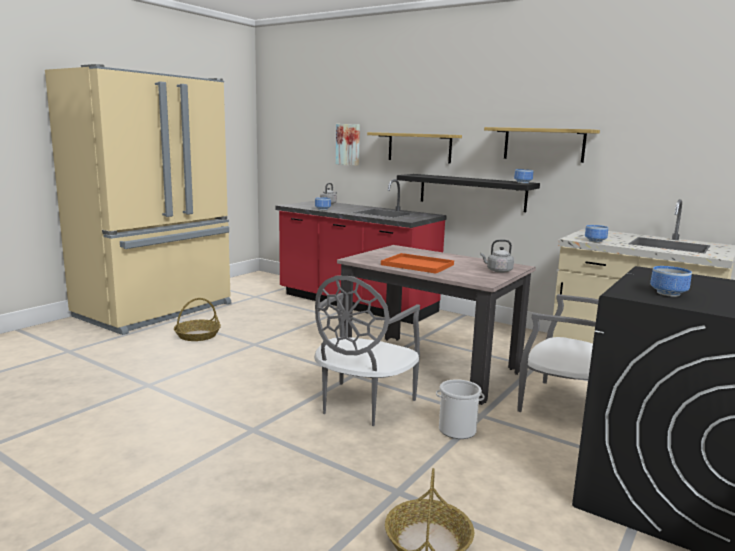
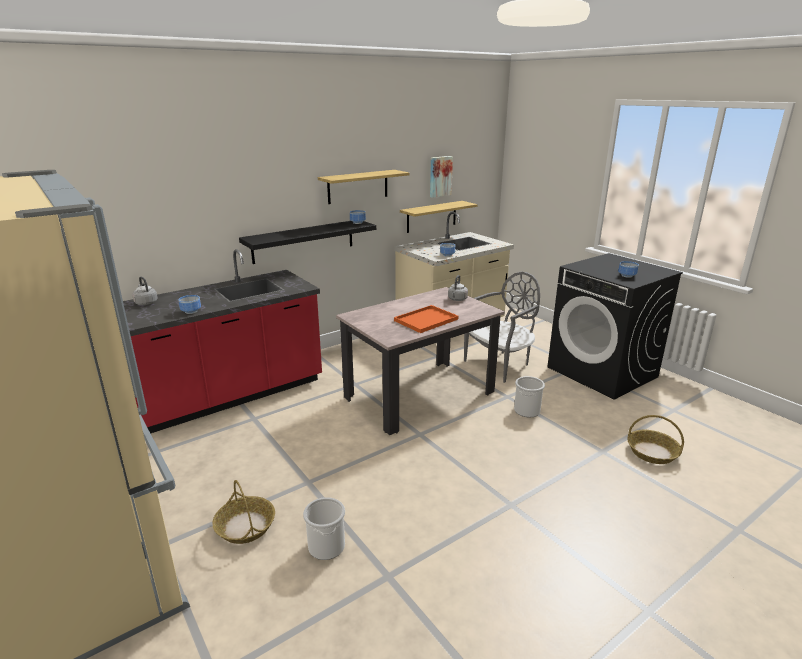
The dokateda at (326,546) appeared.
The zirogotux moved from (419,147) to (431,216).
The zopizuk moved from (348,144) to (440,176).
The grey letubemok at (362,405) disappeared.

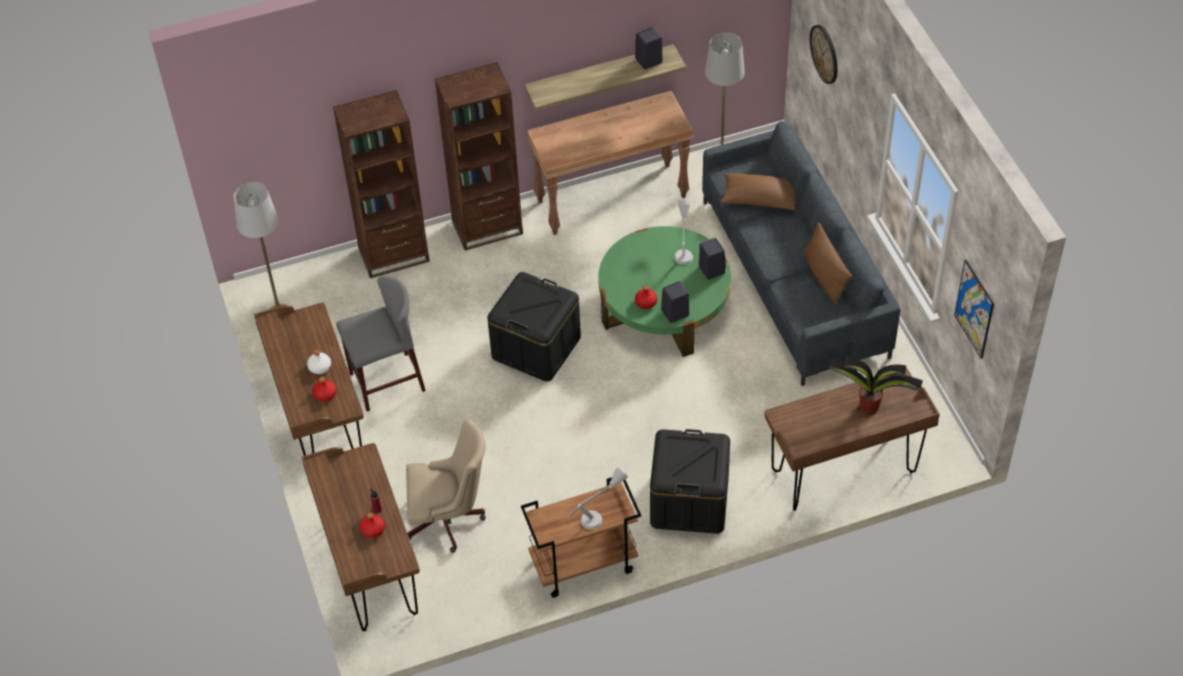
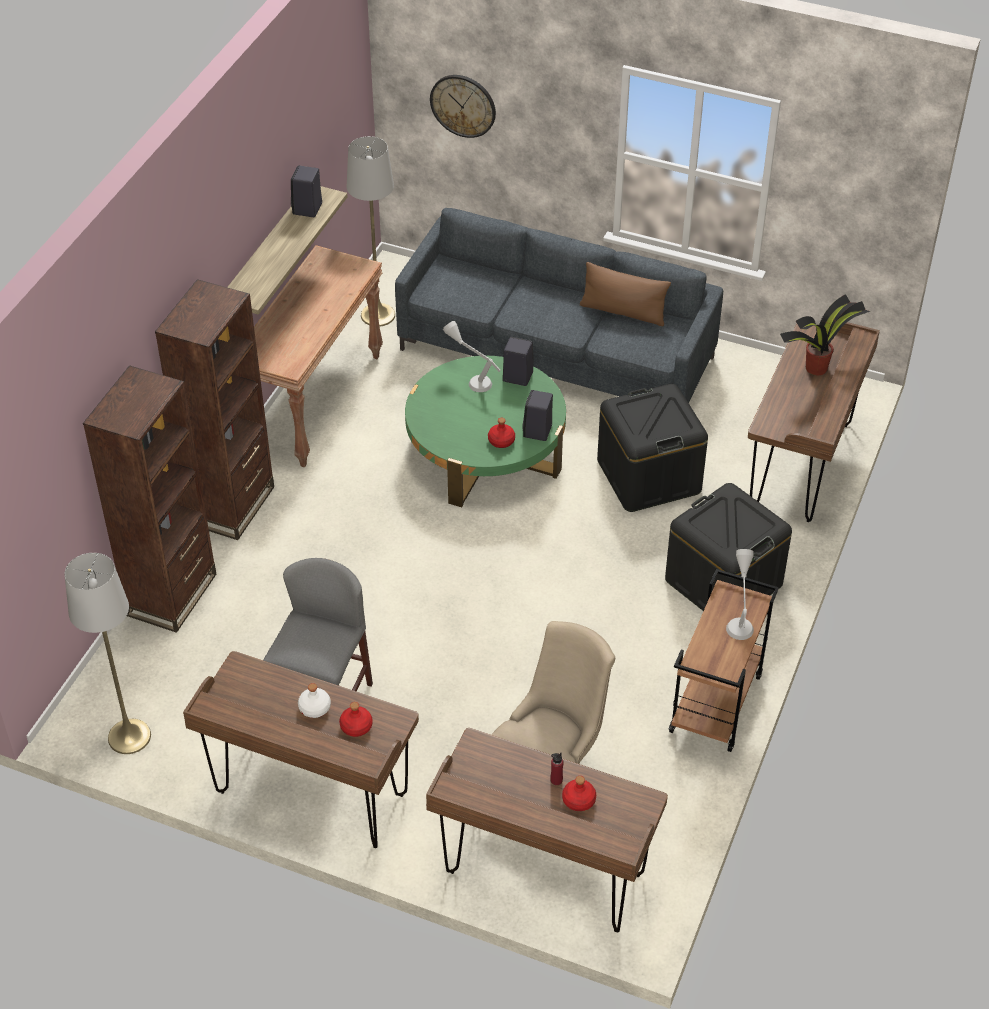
The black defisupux moved from (536,347) to (649,476).
The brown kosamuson at (759,199) disappeared.
The zopizuk at (974,309) disappeared.

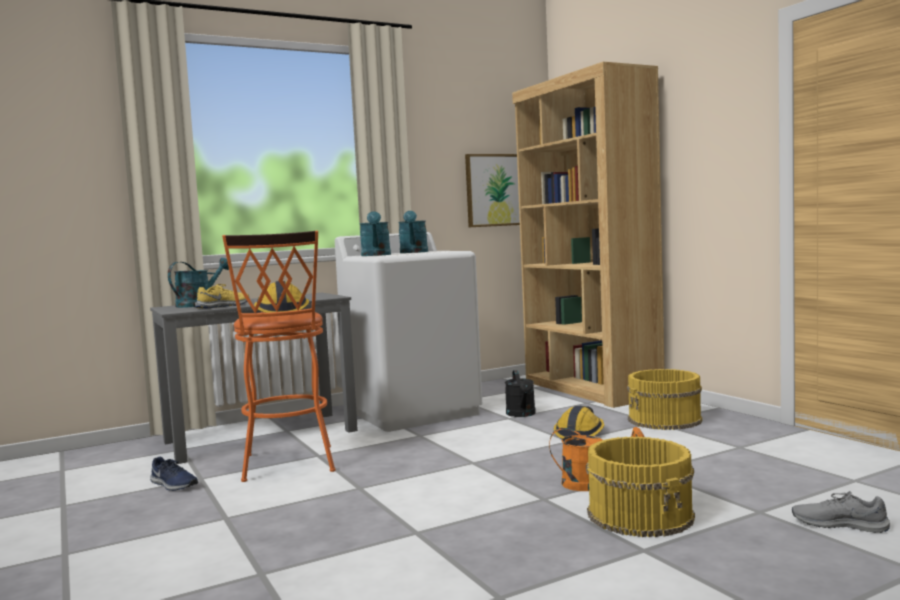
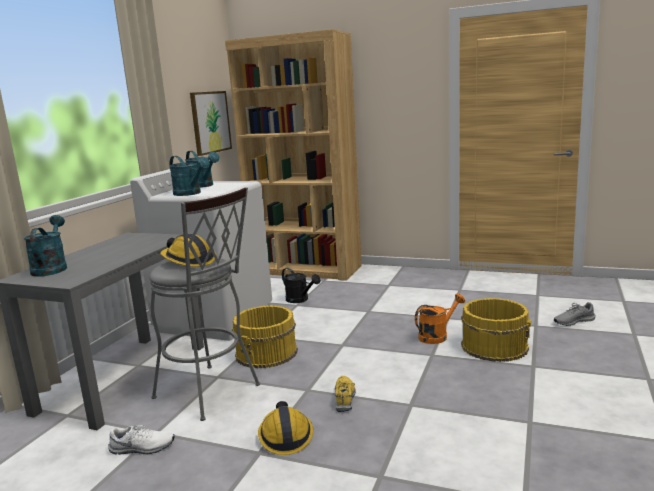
The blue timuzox at (173,485) became the white timuzox at (142,448).
The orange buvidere at (288,466) became the grey buvidere at (212,393).
The yellow dokateda moved from (665,420) to (267,353).
The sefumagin moved from (580,433) to (285,436).
The yellow timuzox moved from (224,306) to (345,397).

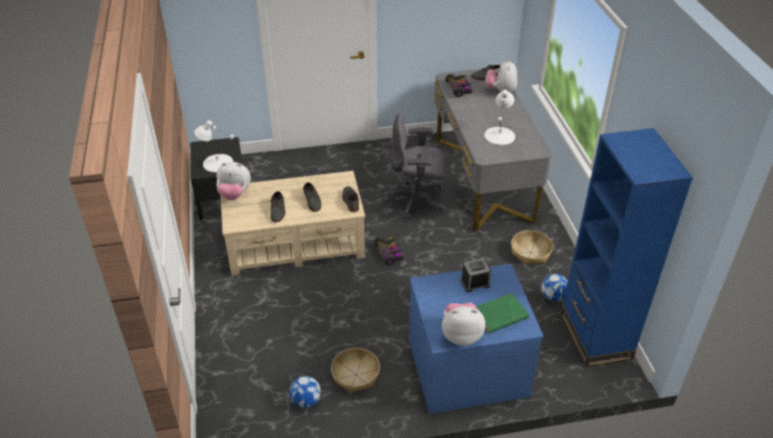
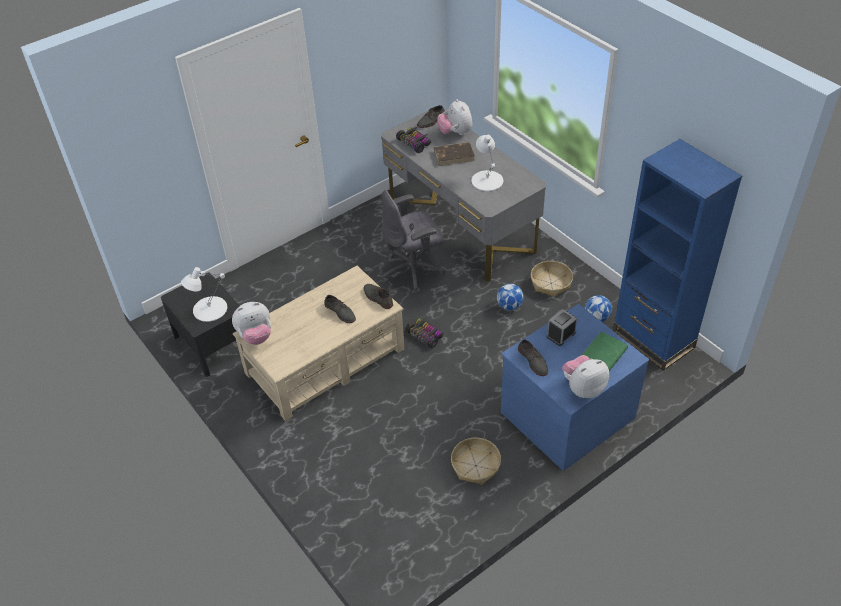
The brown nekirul at (454,155) appeared.
The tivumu moved from (306,401) to (509,306).
The grey timuzox moved from (278,210) to (533,360).

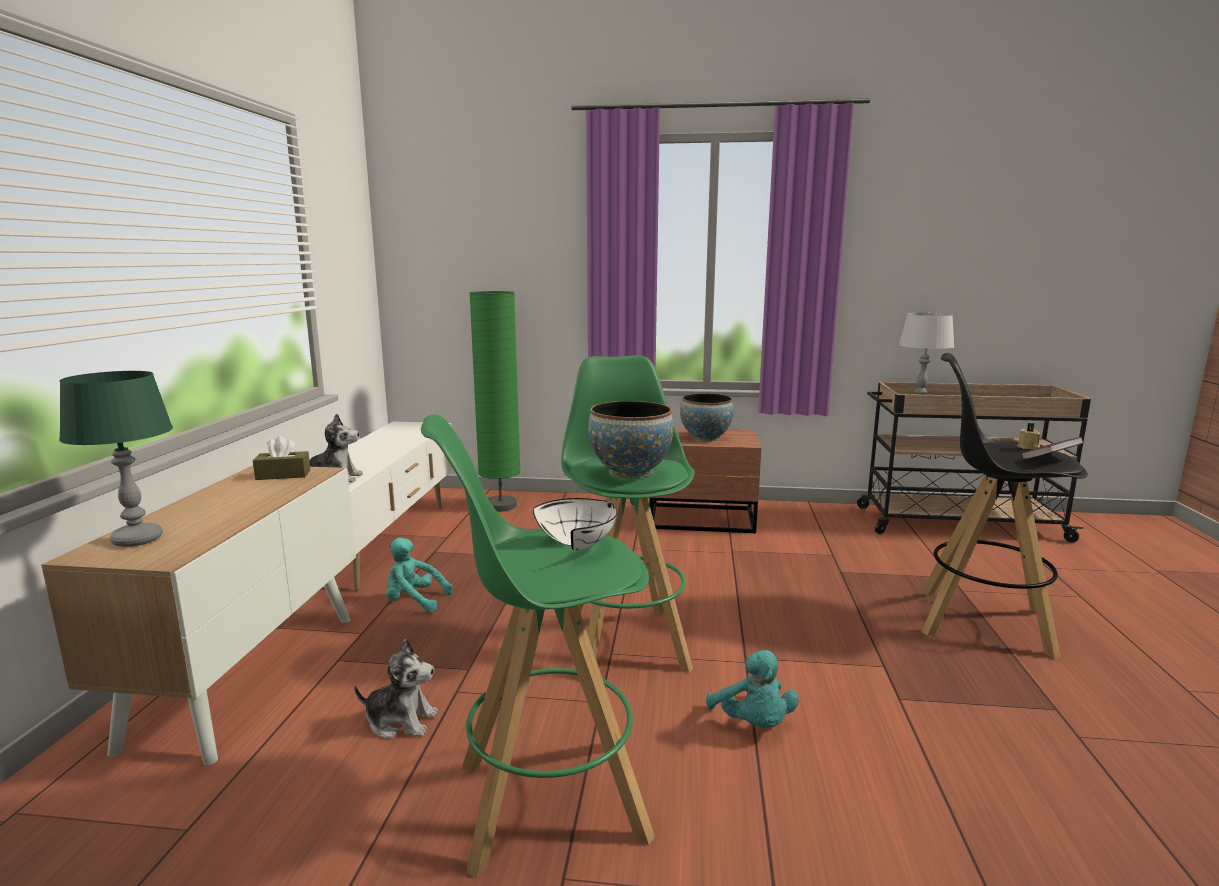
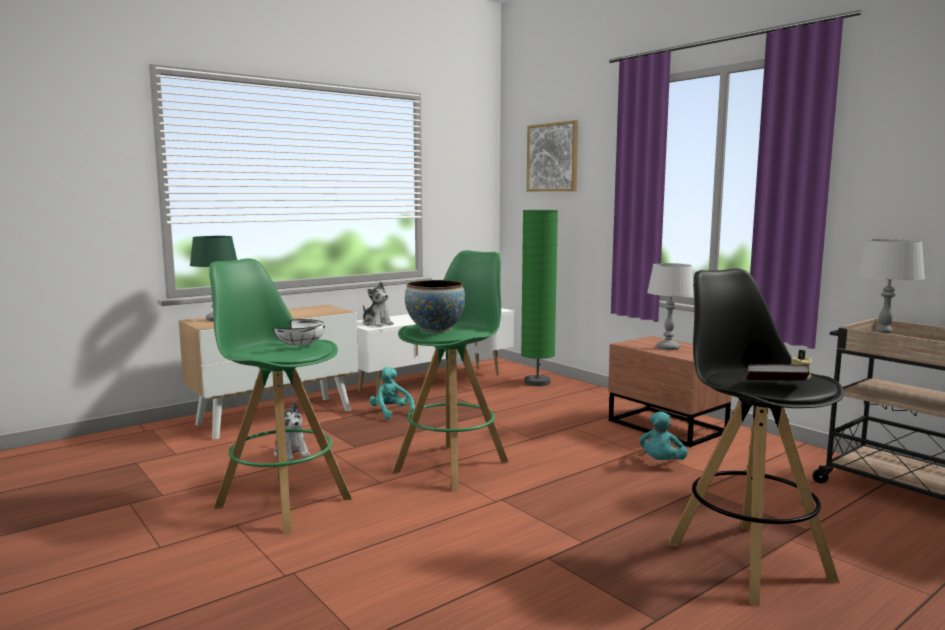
The zopizuk at (552,157) appeared.
The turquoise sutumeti moved from (753,724) to (661,463).
The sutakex at (705,438) was replaced by the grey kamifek at (668,348).
The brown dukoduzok at (283,475) disappeared.

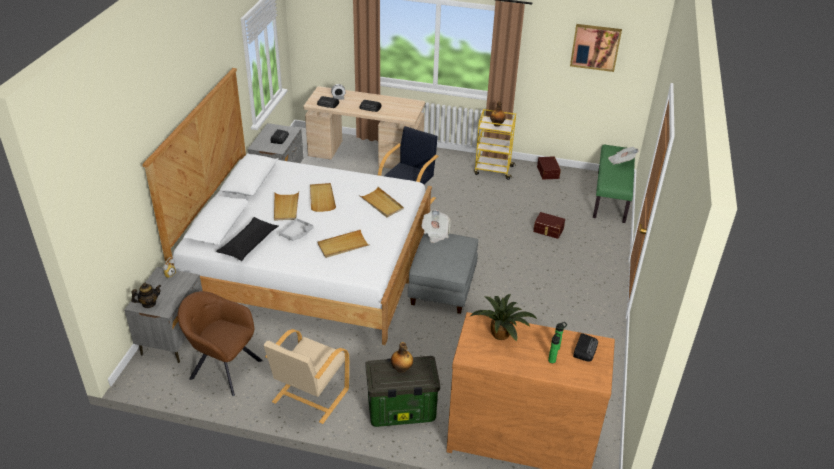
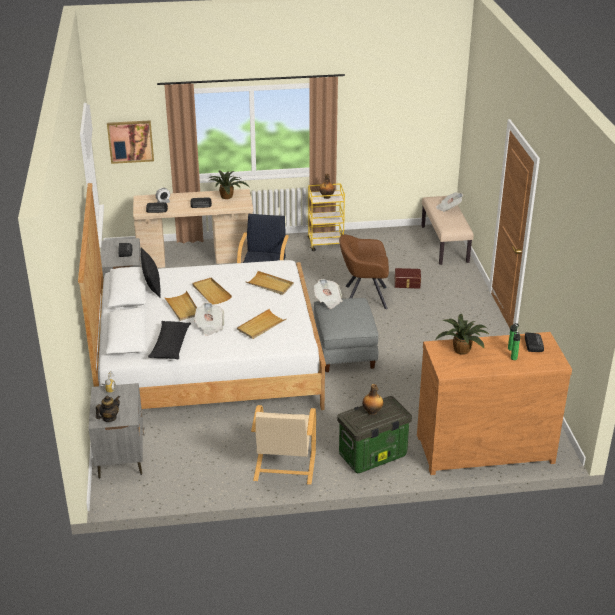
The zopizuk moved from (595,47) to (130,141).
The black kosamuson at (151,283) appeared.
The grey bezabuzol at (296,233) was replaced by the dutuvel at (209,326).
The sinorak at (227,196) appeared.
The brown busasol moved from (223,368) to (363,297).
The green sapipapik at (611,197) became the beige sapipapik at (445,244).
The brown defisupux at (548,172) disappeared.

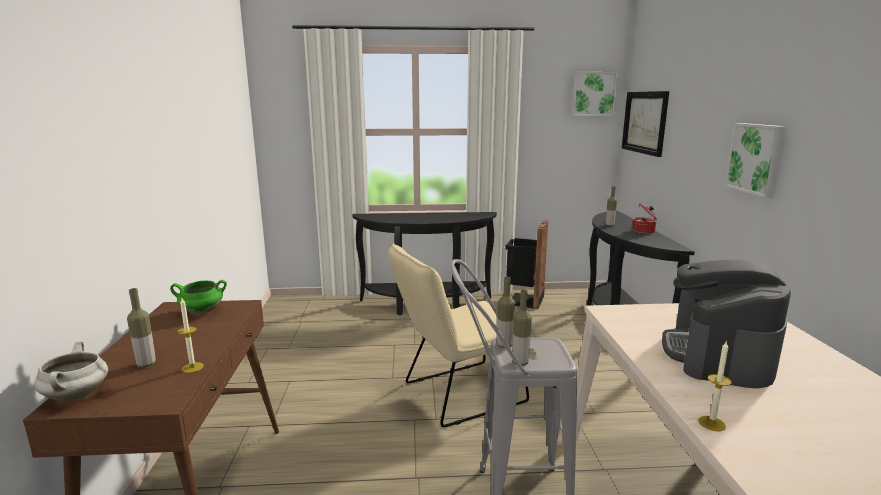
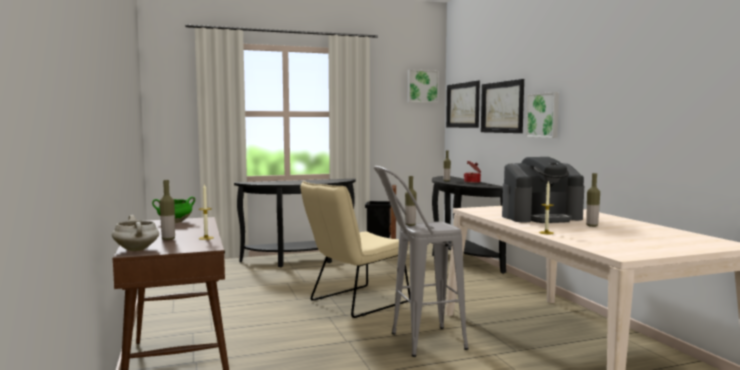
The zopizuk at (502,107) appeared.
The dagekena at (718,355) turned 105 degrees counterclockwise.
The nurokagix moved from (520,362) to (592,226).

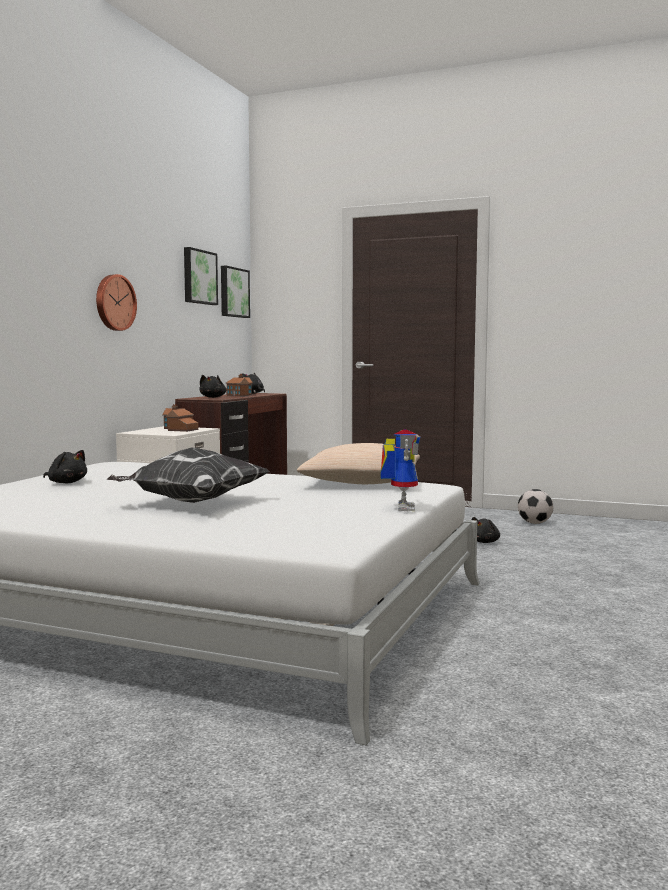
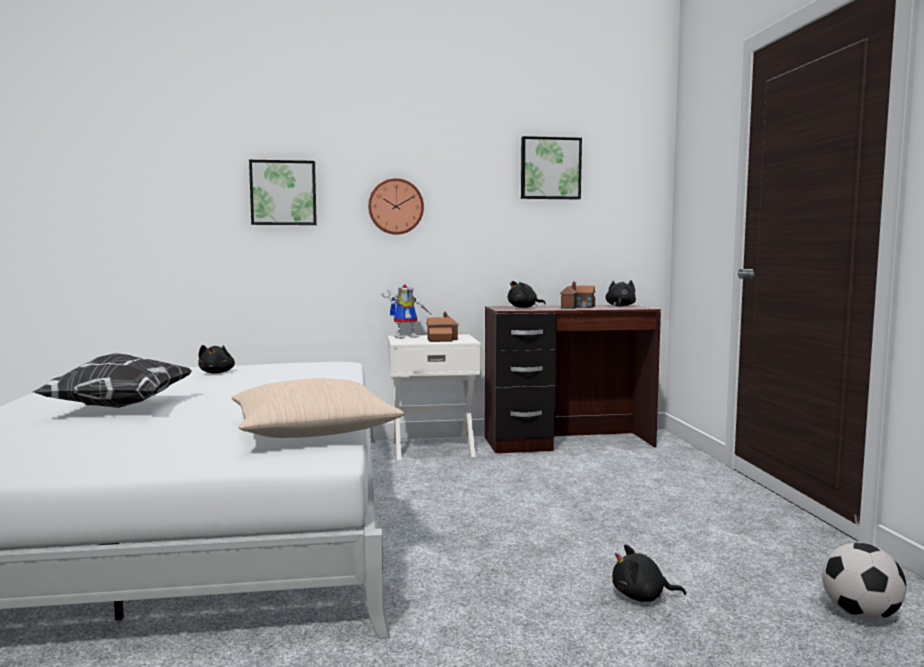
The zopizuk moved from (233,292) to (283,193).
The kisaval moved from (400,507) to (406,337).

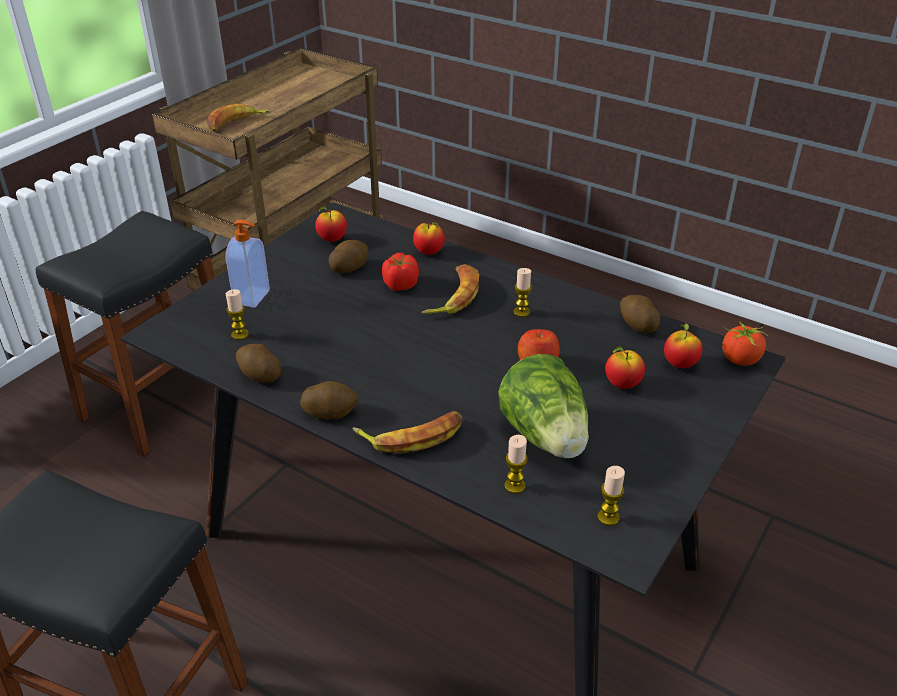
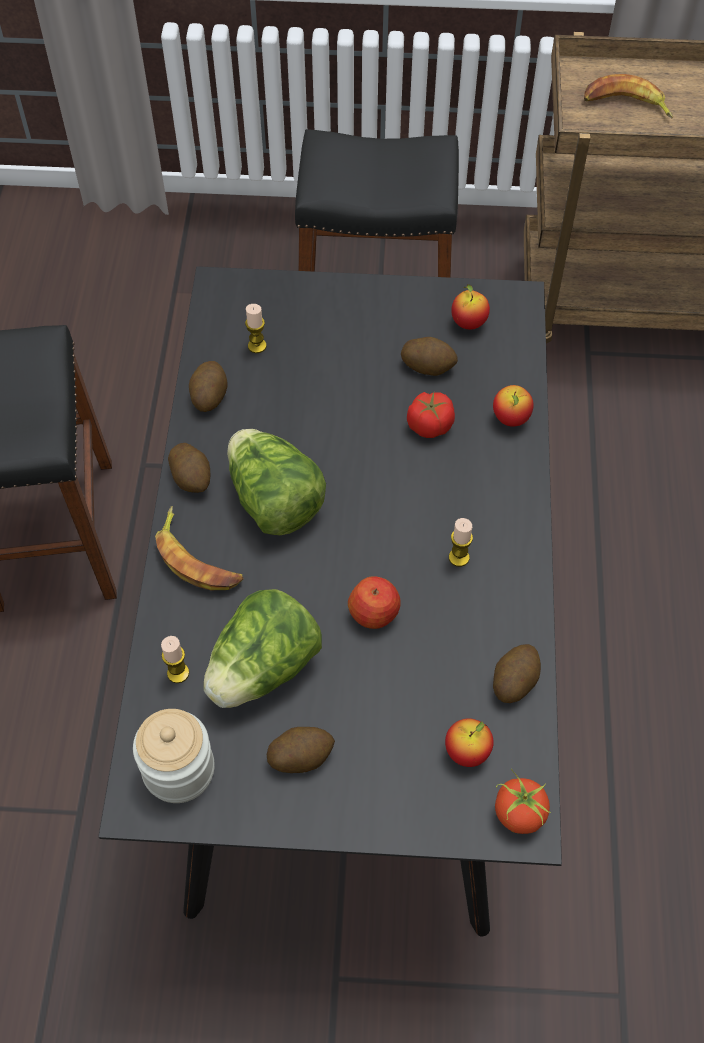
The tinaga at (608,517) was replaced by the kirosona at (179,770).
The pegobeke at (273,501) appeared.
The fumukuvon at (301,756) appeared.
The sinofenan at (253,297) disappeared.
The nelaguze at (453,296) disappeared.
The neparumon at (622,384) disappeared.

